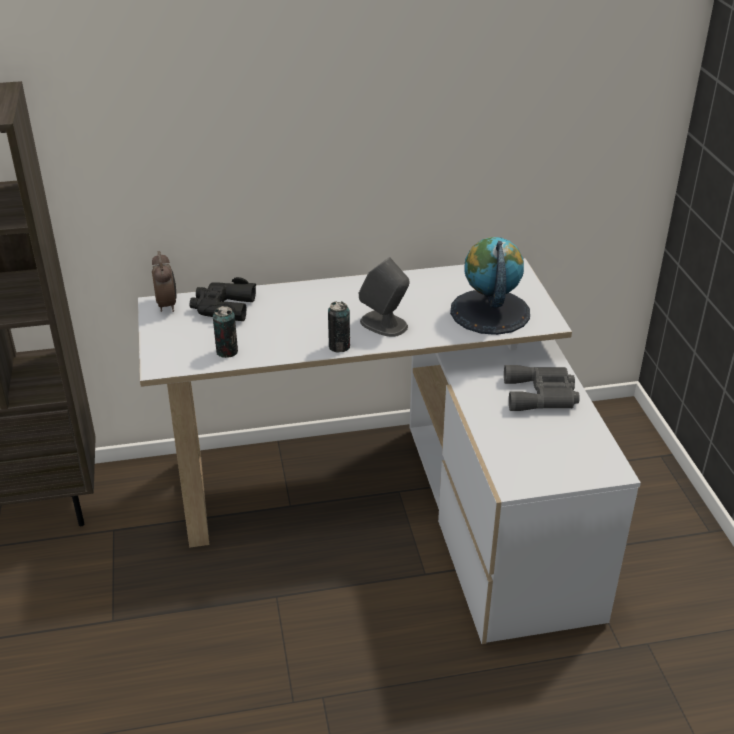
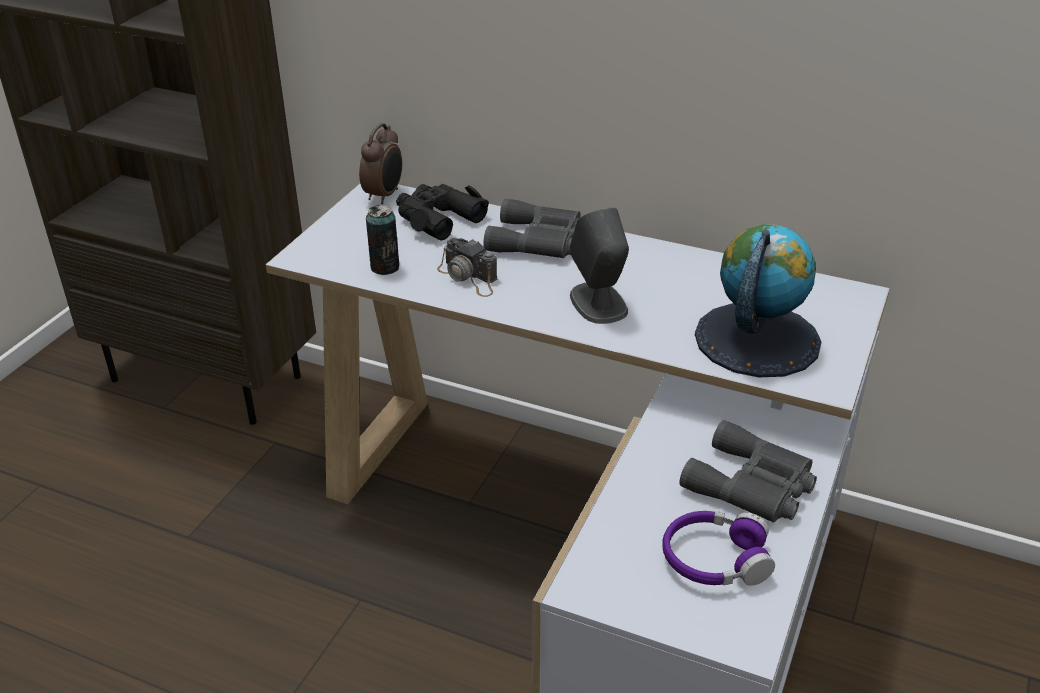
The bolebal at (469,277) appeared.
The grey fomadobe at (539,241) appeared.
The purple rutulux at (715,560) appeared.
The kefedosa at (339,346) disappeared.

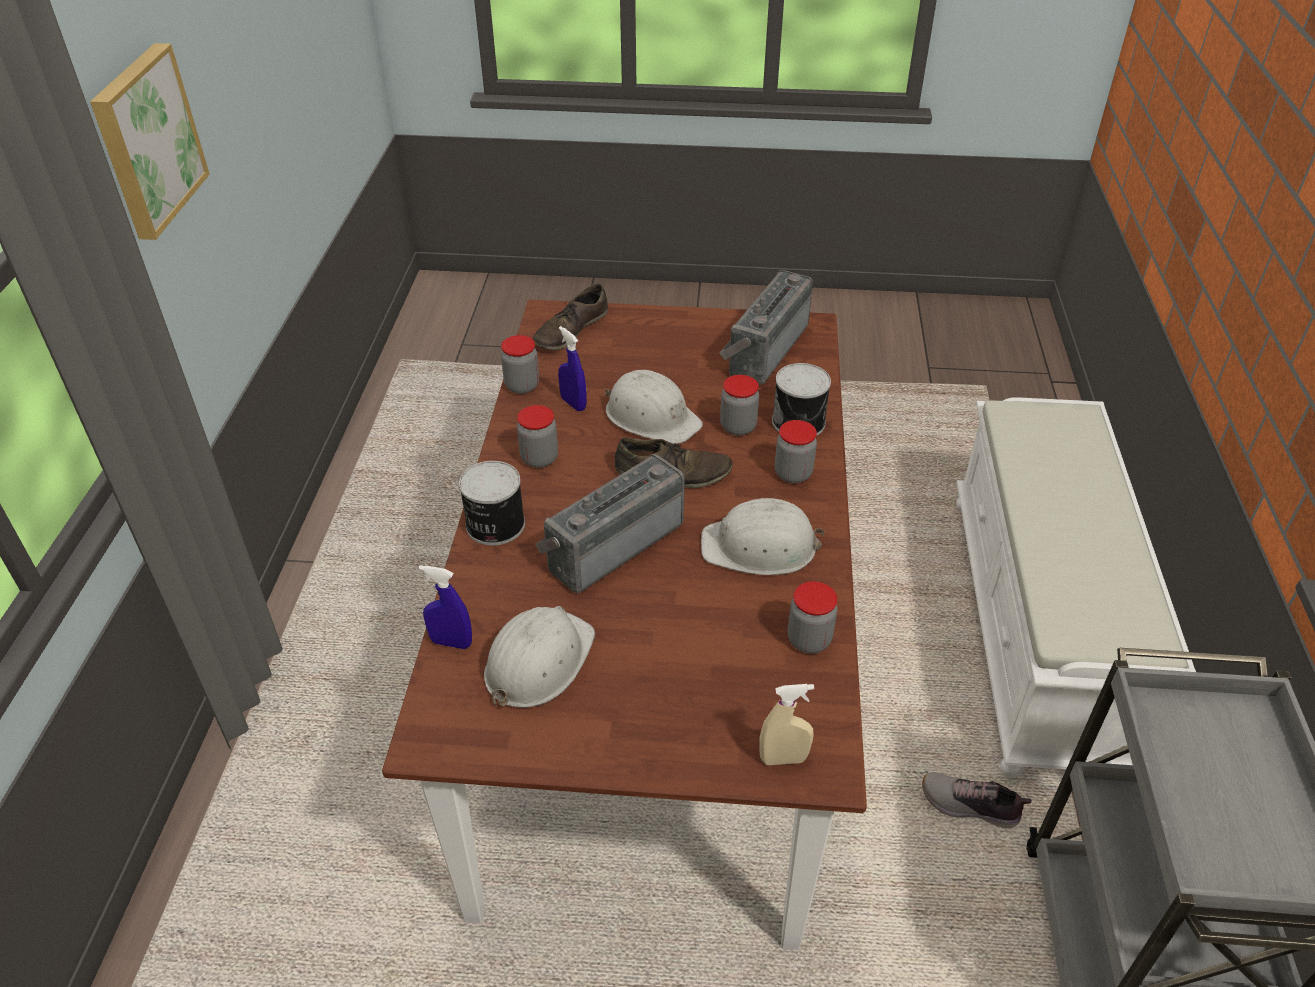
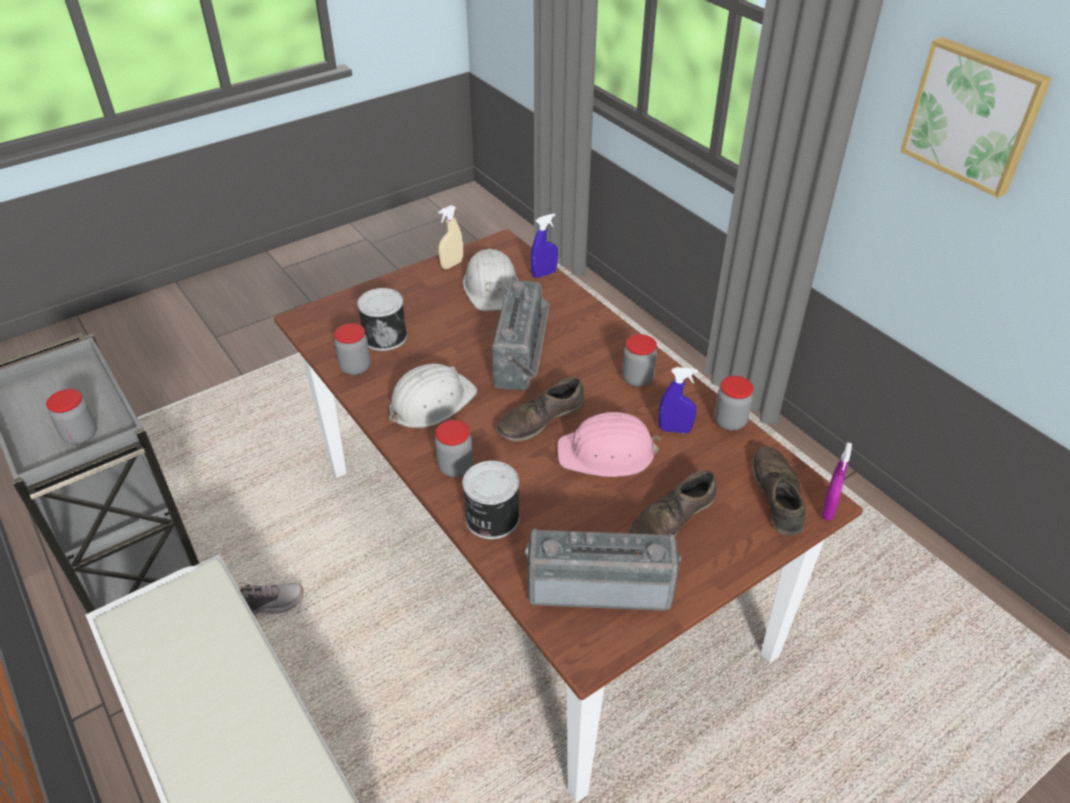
The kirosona moved from (738,427) to (80,435).
The kefedosa moved from (494,525) to (385,336).
The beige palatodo moved from (783,759) to (452,264).
The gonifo at (763,349) turned 75 degrees counterclockwise.
The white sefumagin at (651,416) became the pink sefumagin at (607,453).
The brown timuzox at (671,520) appeared.
The purple palatodo at (828,510) appeared.

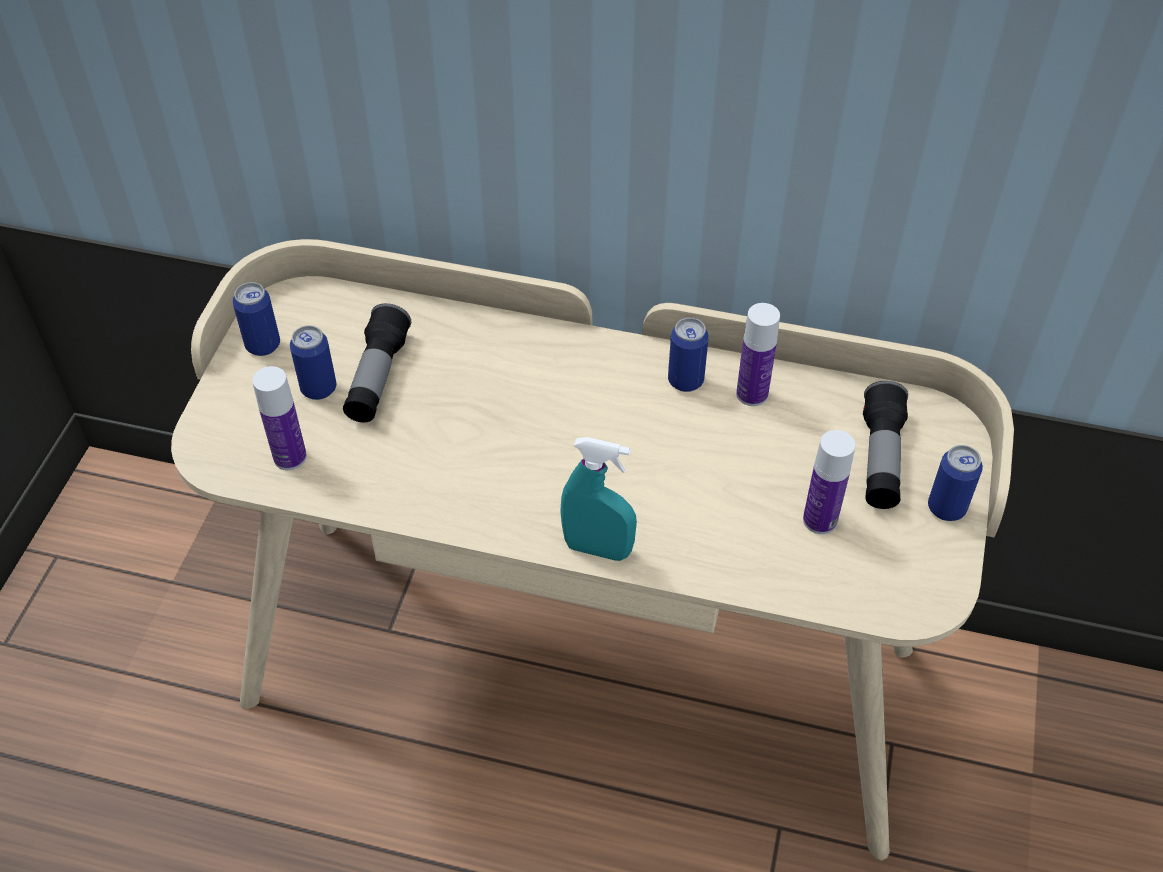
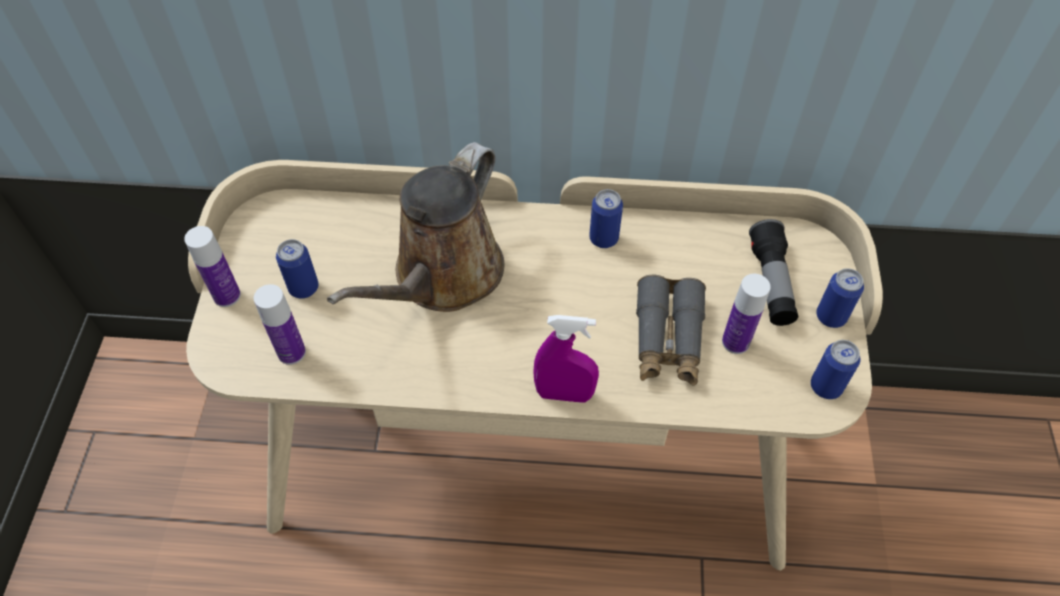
The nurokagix moved from (752,394) to (227,296).
The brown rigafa at (442,276) appeared.
The turquoise palatodo at (597,549) became the purple palatodo at (564,394).
The grey fomadobe at (668,339) appeared.
The kefedosa moved from (263,345) to (826,386).
The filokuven at (377,377) disappeared.

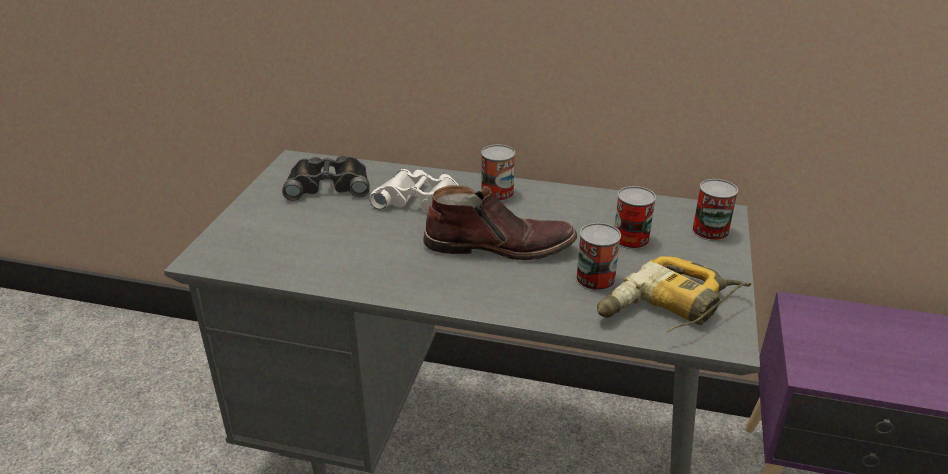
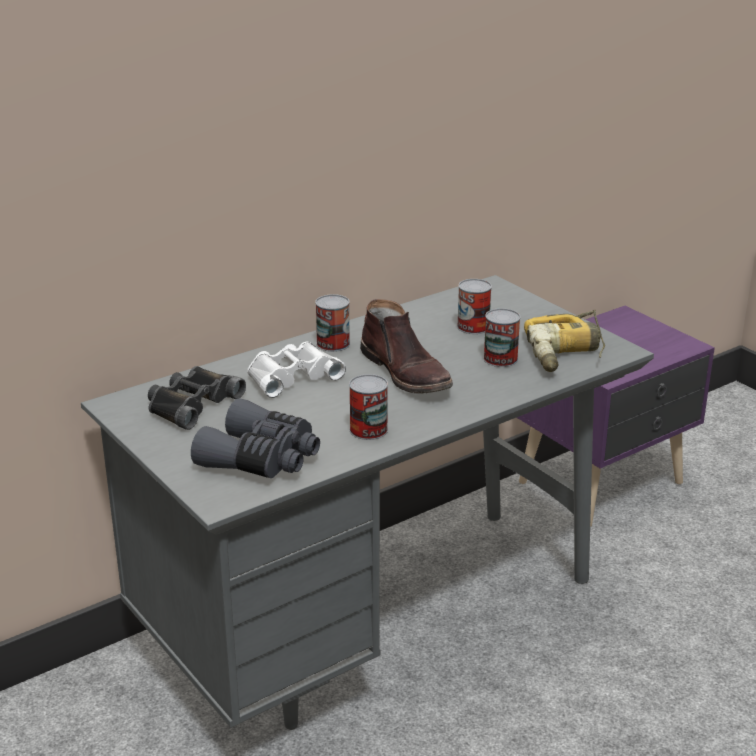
The grey fomadobe at (261,459) appeared.
The kefedosa moved from (710,231) to (368,430).
The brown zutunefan at (499,245) turned 105 degrees clockwise.

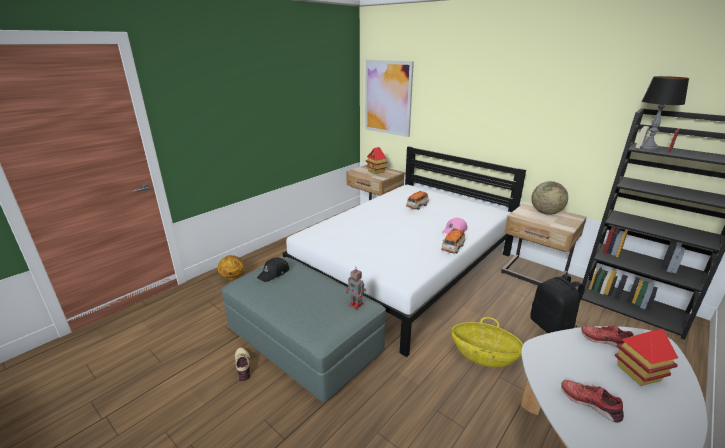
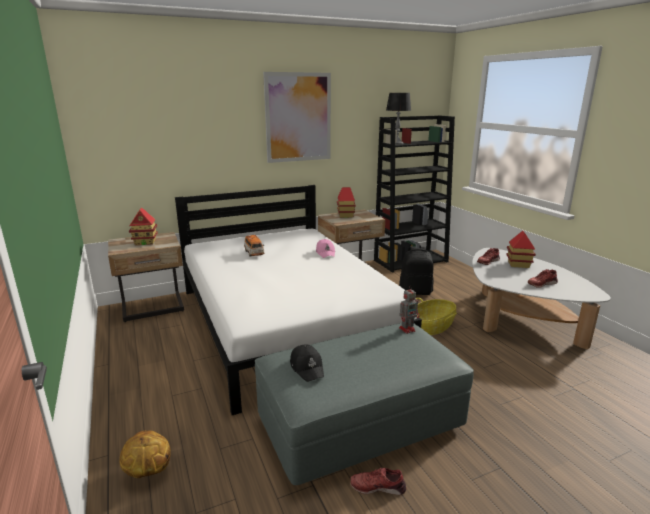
The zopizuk moved from (388,98) to (298,117).
The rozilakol at (546,212) was replaced by the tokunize at (345,215).
The beige timuzox at (243,366) became the red timuzox at (377,486).
The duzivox at (452,248) disappeared.

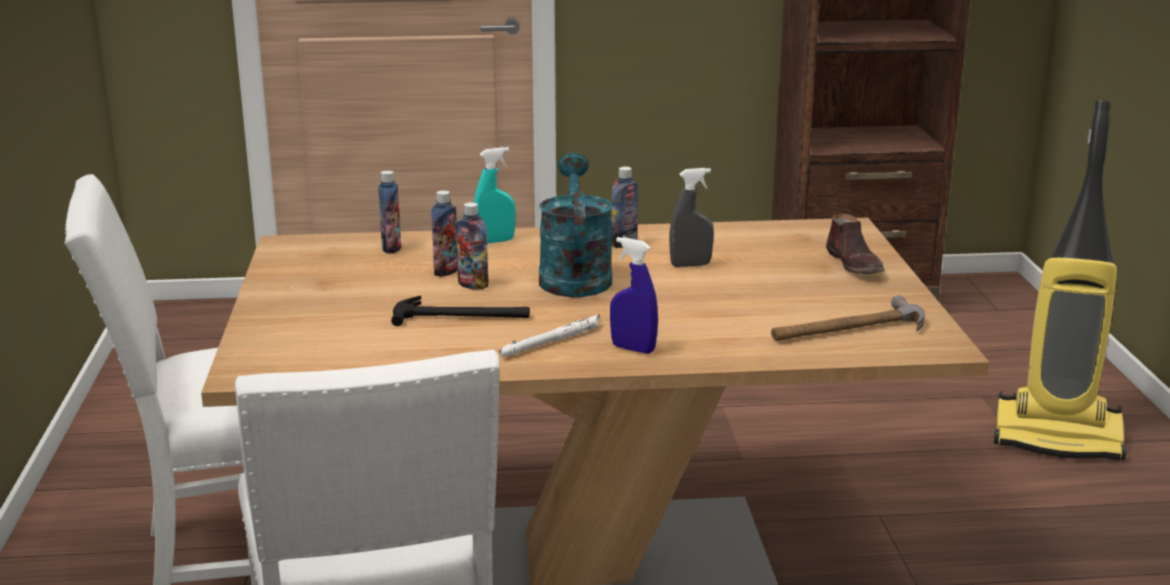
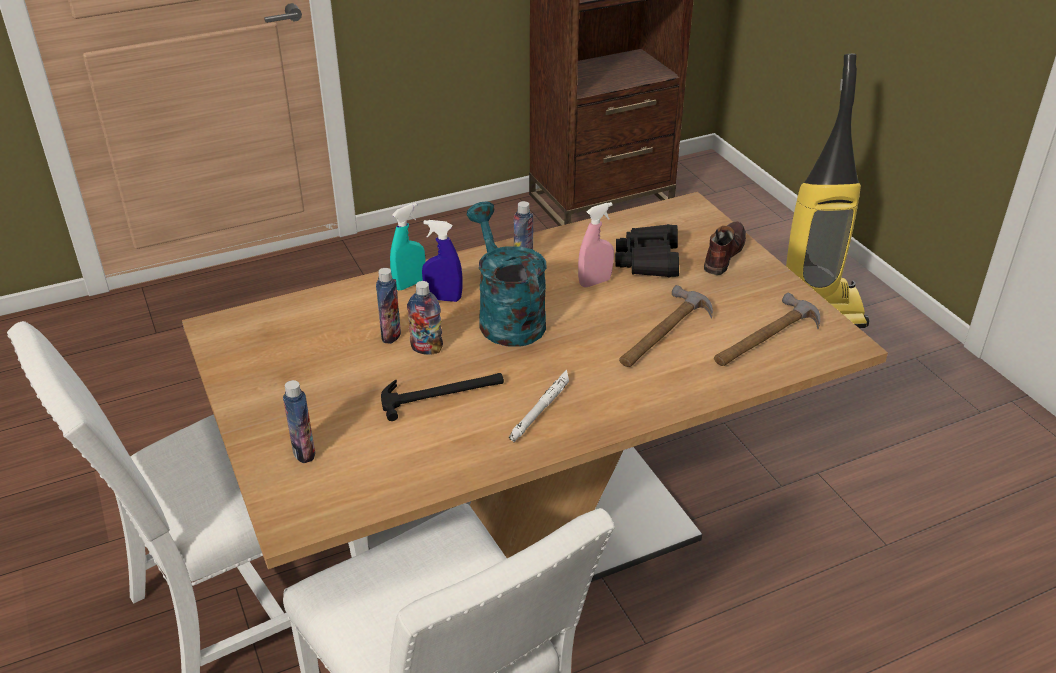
The nurokagix moved from (391,248) to (304,452).
The blue palatodo moved from (633,349) to (443,298).
The grey palatodo at (690,265) became the pink palatodo at (595,282).
The black fomadobe at (648,260) appeared.
The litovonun at (663,333) appeared.
The brown timuzox at (855,264) turned 120 degrees counterclockwise.

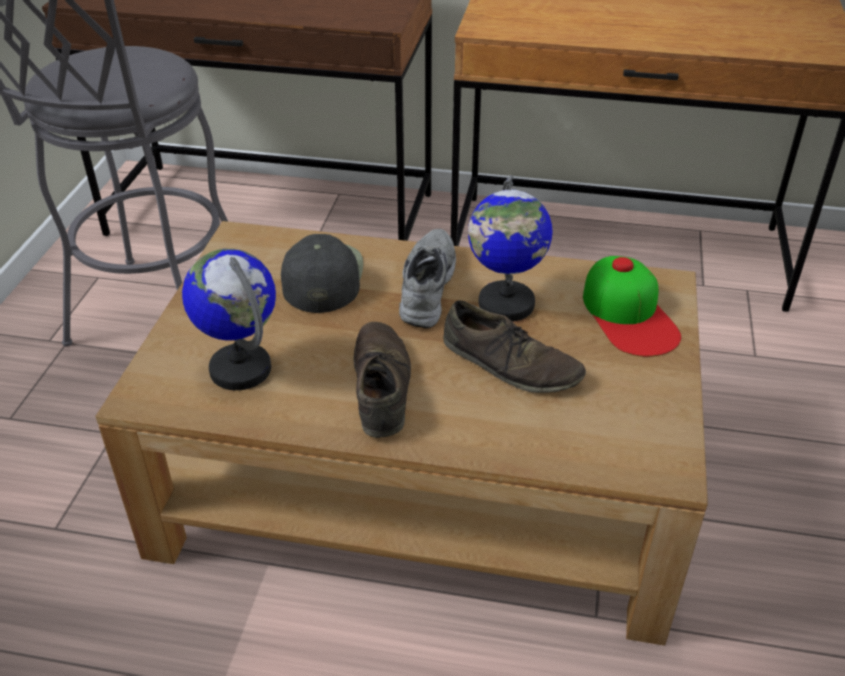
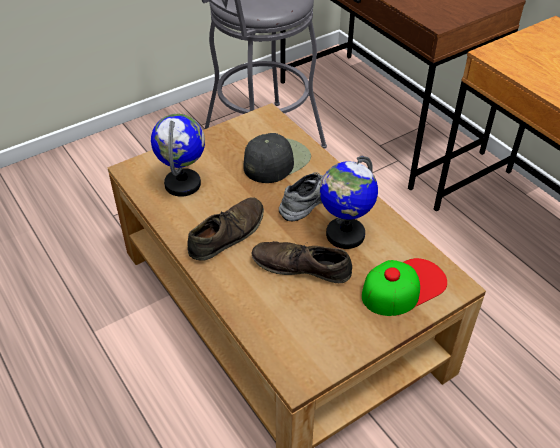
The brown timuzox at (510,363) turned 120 degrees clockwise.
The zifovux at (629,315) turned 150 degrees counterclockwise.

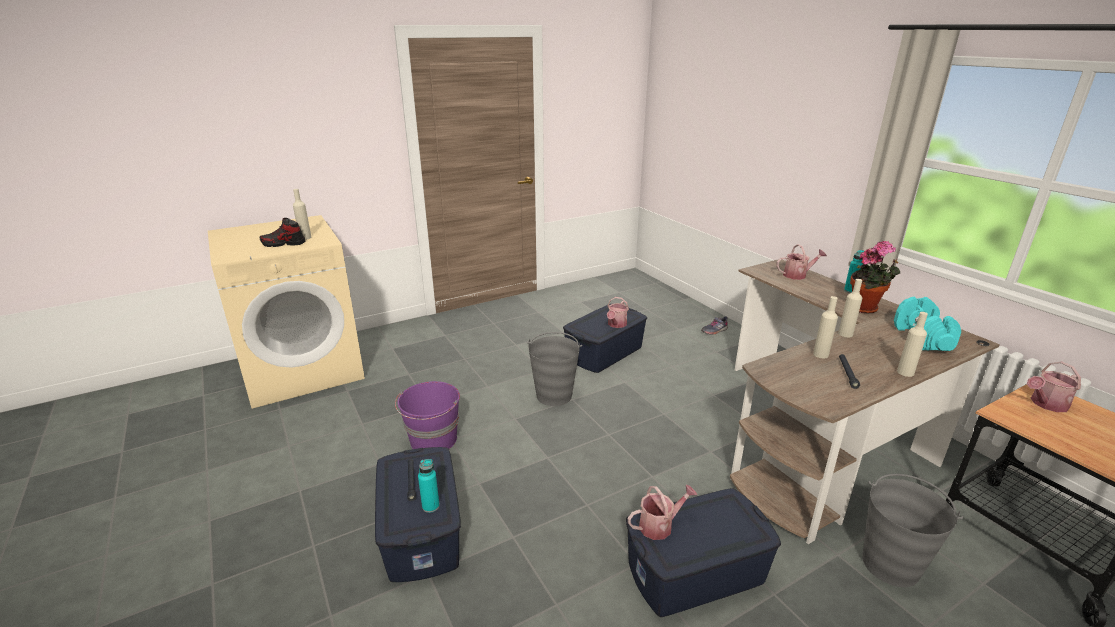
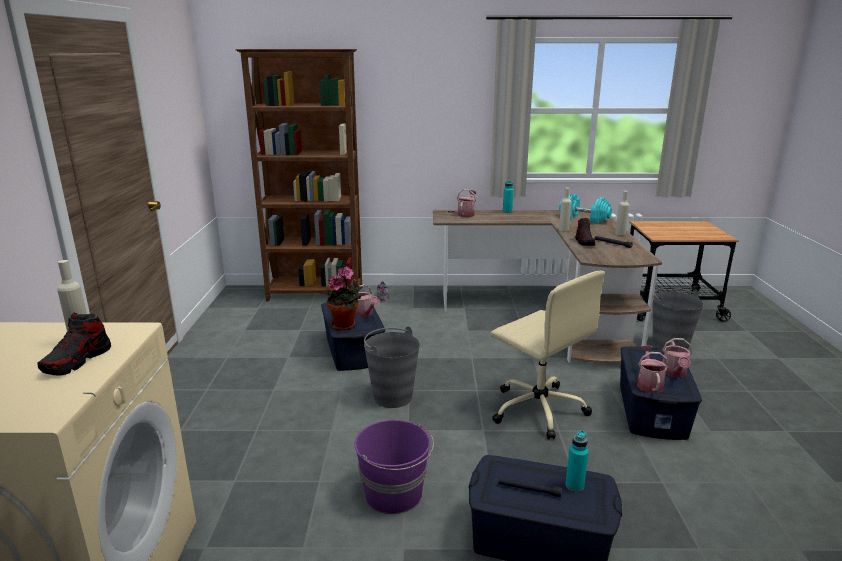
The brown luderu at (316,294) appeared.
The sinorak moved from (865,309) to (345,325).
The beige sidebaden at (537,409) appeared.
The beige nurokagix at (820,354) was replaced by the timuzox at (584,242).
The rigafa moved from (1046,404) to (674,373).

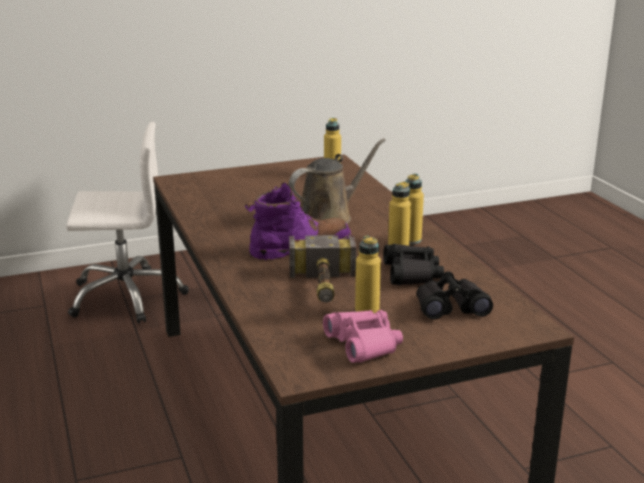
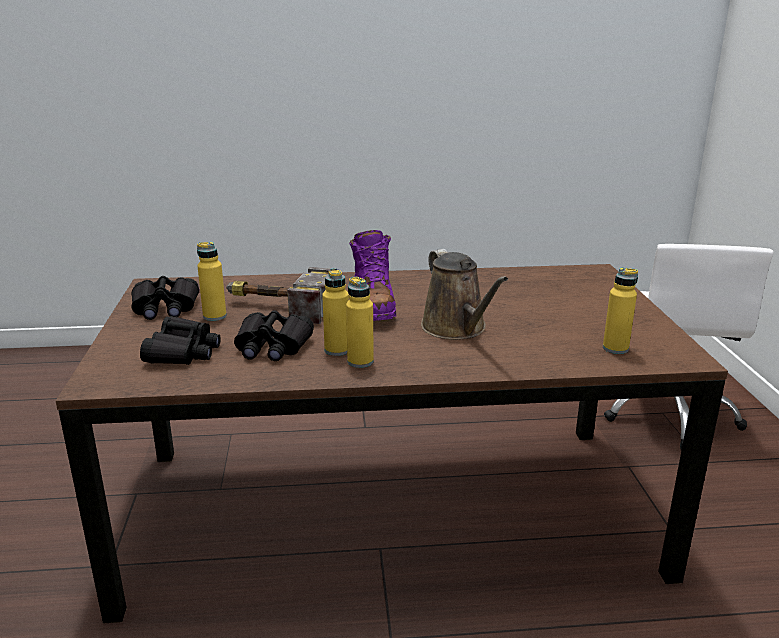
The pink fomadobe at (364,344) became the black fomadobe at (165,308).

